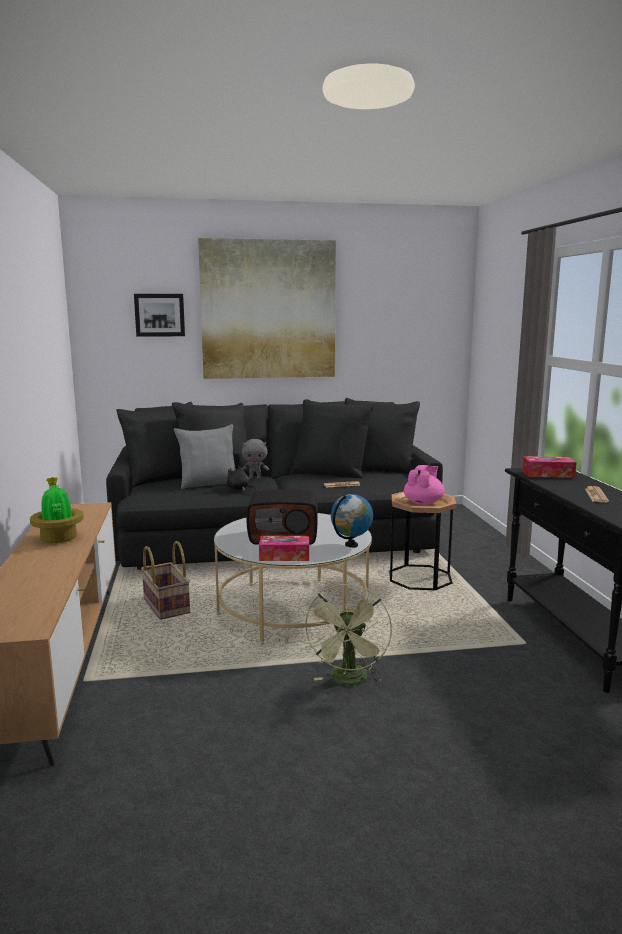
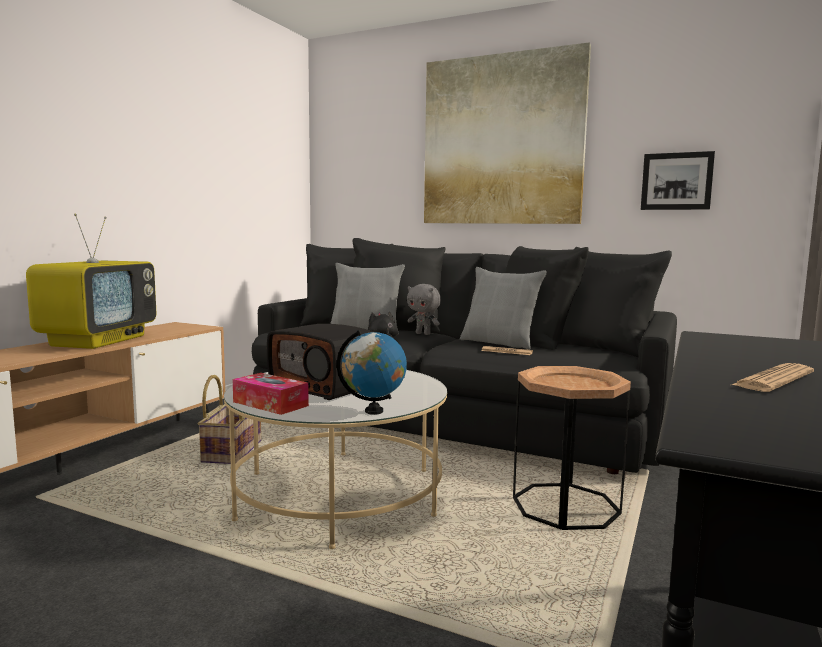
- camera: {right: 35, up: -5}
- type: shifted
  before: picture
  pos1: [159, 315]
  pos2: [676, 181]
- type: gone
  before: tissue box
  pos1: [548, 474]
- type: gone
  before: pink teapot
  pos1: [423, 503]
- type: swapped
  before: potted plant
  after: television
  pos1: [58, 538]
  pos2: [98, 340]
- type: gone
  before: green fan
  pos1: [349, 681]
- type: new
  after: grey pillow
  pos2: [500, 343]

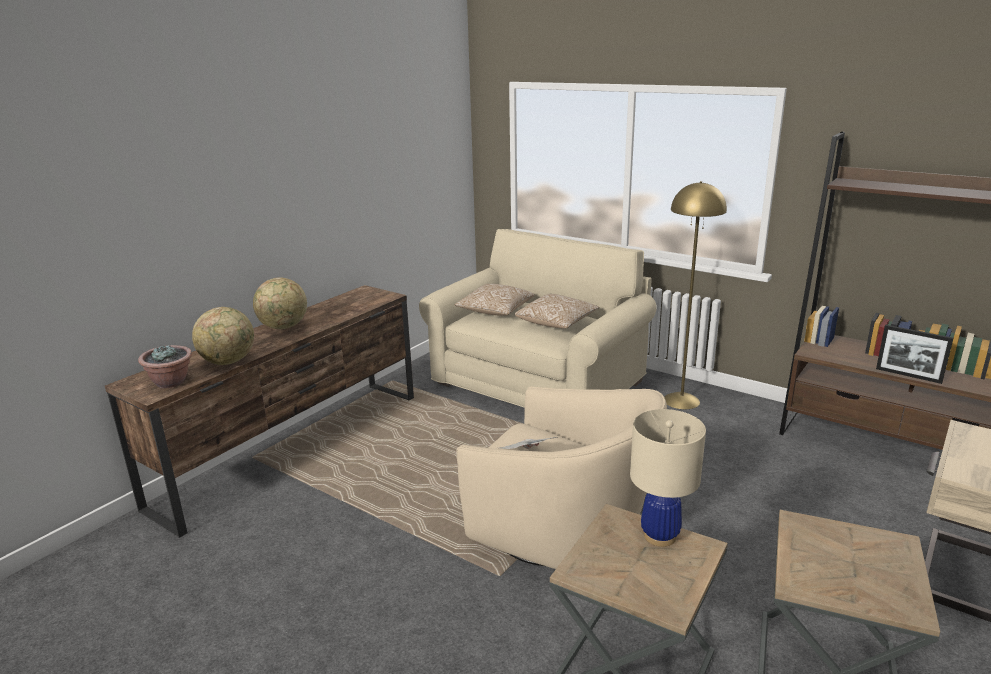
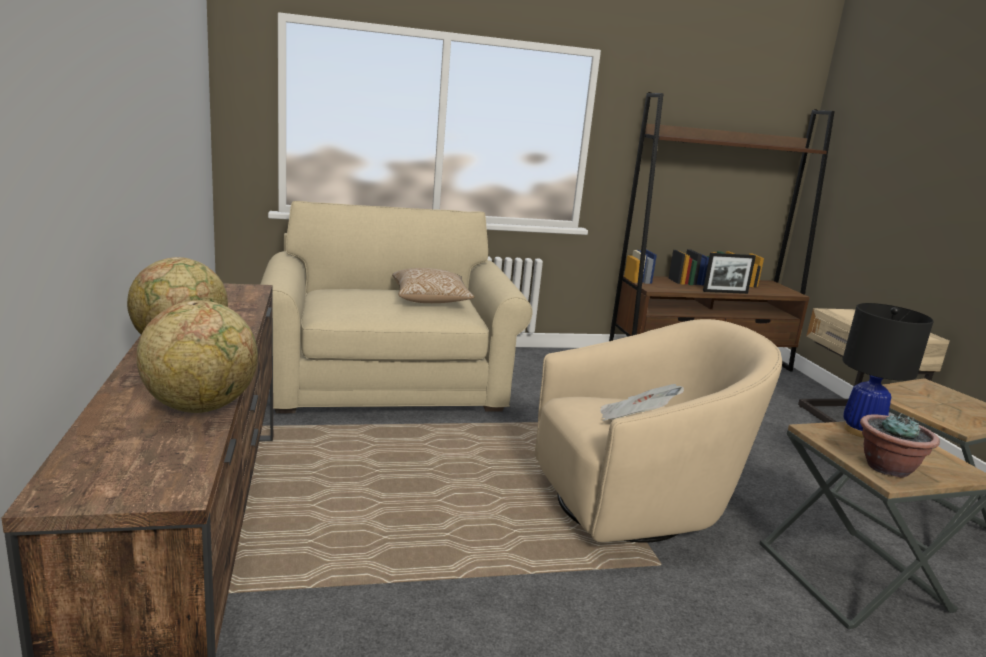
- camera: {right: -50, up: -5}
- type: gone
  before: yellow floor lamp
  pos1: [681, 400]
- type: gone
  before: pillow
  pos1: [495, 311]
- type: shifted
  before: potted plant
  pos1: [171, 382]
  pos2: [887, 468]
- type: repainted
  before: beige table lamp
  after: black table lamp
  pos1: [660, 536]
  pos2: [861, 431]

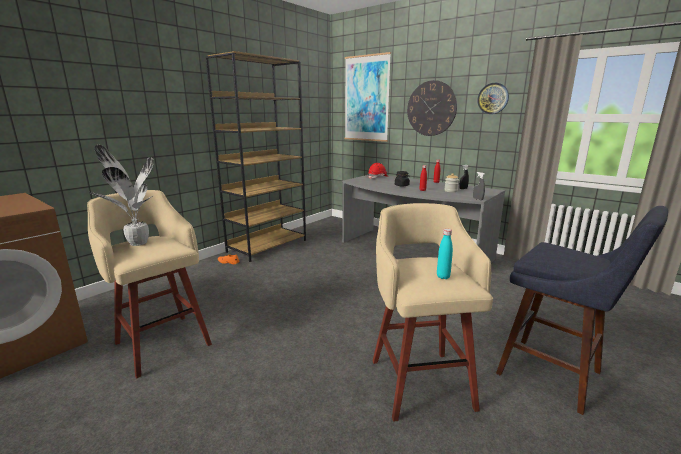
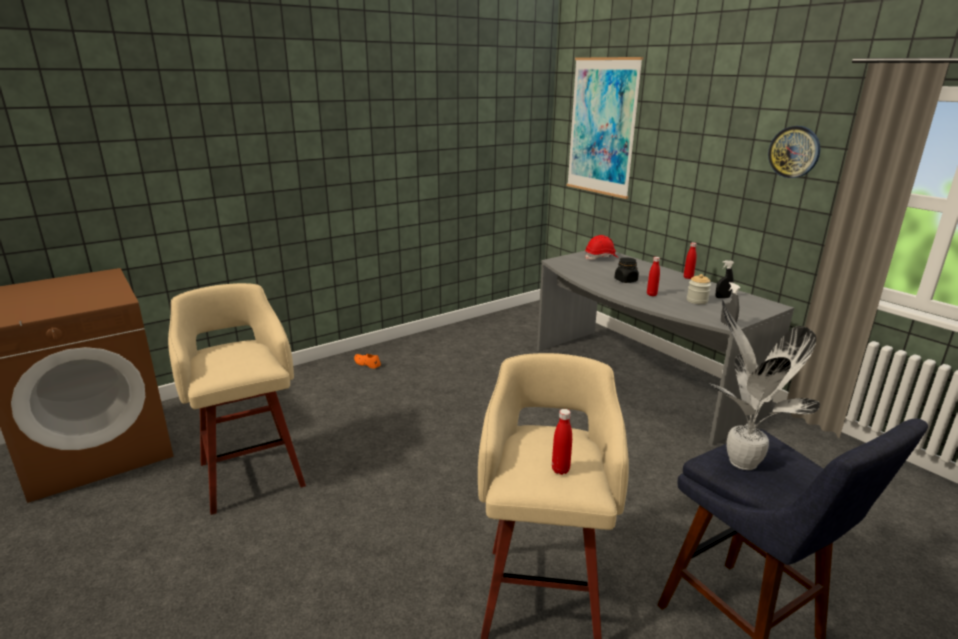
- camera: {right: 15, up: 5}
- type: gone
  before: brown bookcase
  pos1: [267, 246]
- type: gone
  before: wall clock
  pos1: [431, 108]
- type: shifted
  before: potted plant
  pos1: [137, 243]
  pos2: [739, 461]
- type: repainted
  before: turquoise bottle
  after: red bottle
  pos1: [443, 277]
  pos2: [560, 470]

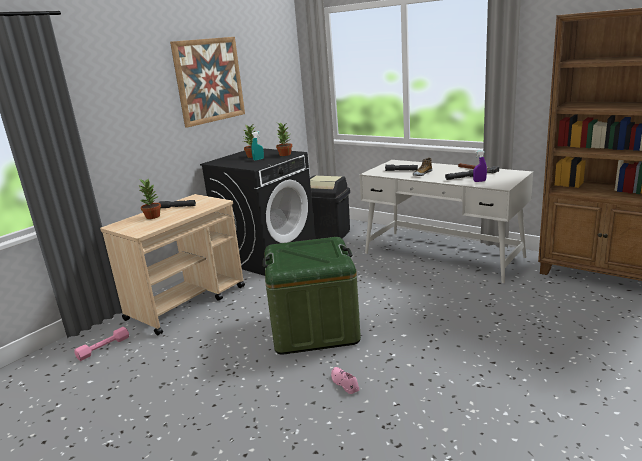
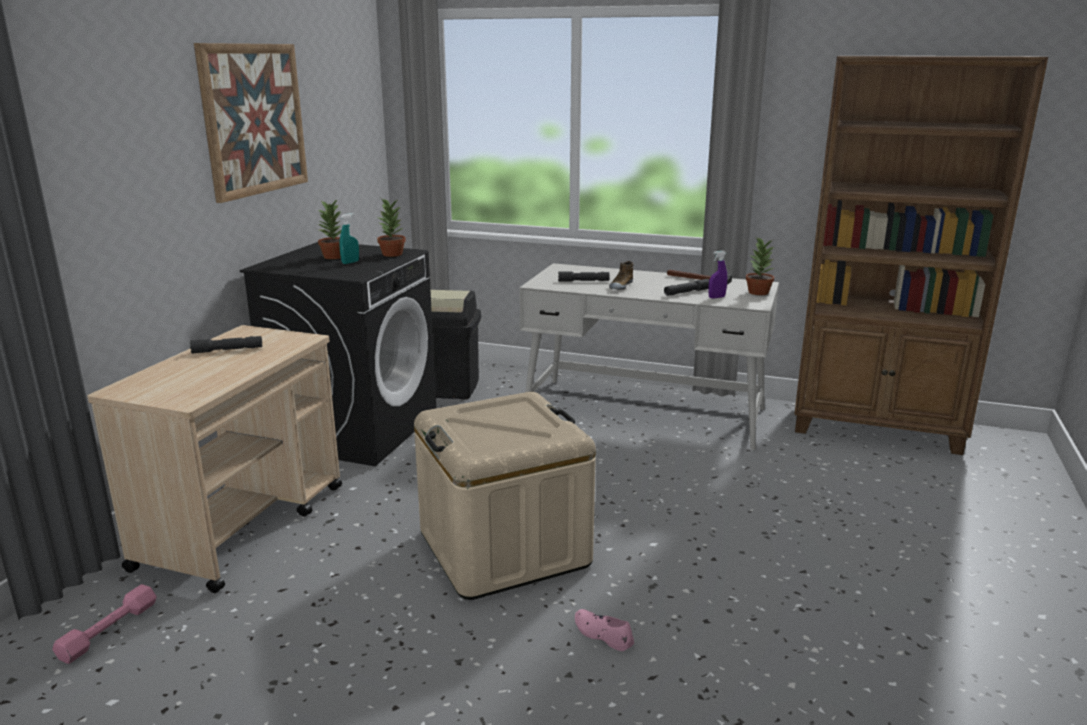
- camera: {right: -20, up: 0}
- type: shifted
  before: potted plant
  pos1: [152, 216]
  pos2: [757, 292]
- type: repainted
  before: green storage box
  after: beige storage box
  pos1: [314, 328]
  pos2: [504, 548]

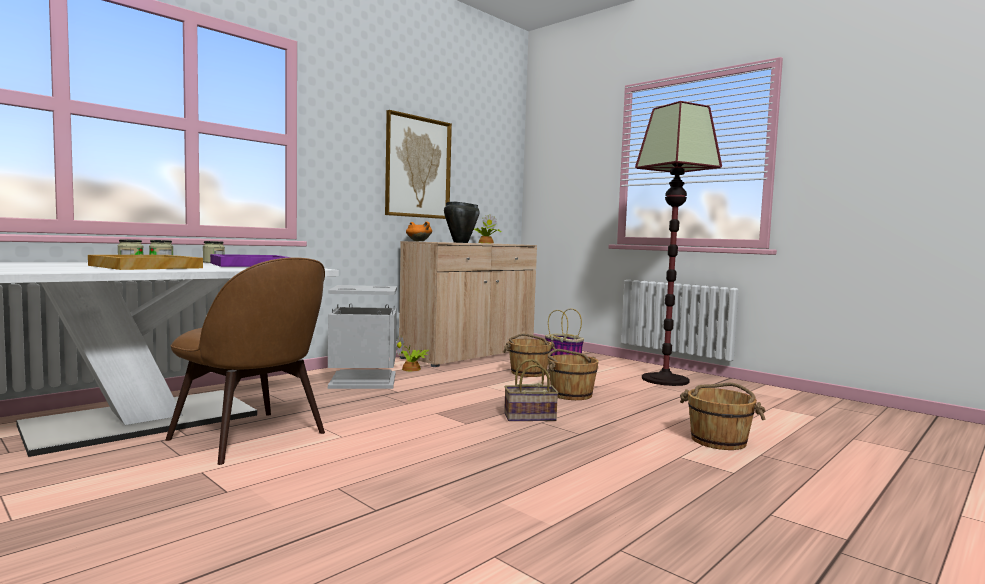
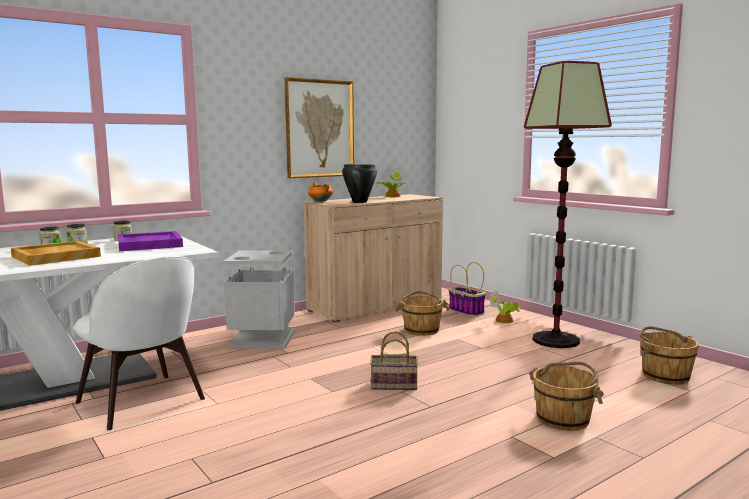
- camera: {right: 10, up: 5}
- type: repainted
  before: brown chair
  after: white chair
  pos1: [251, 437]
  pos2: [143, 402]
- type: shifted
  before: potted plant
  pos1: [412, 369]
  pos2: [505, 320]
- type: shifted
  before: brown bucket
  pos1: [570, 394]
  pos2: [665, 375]

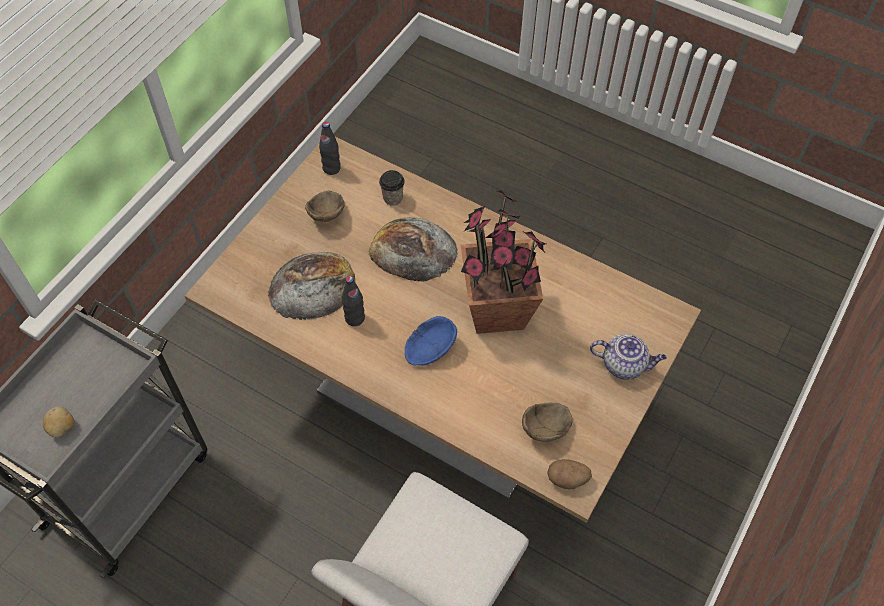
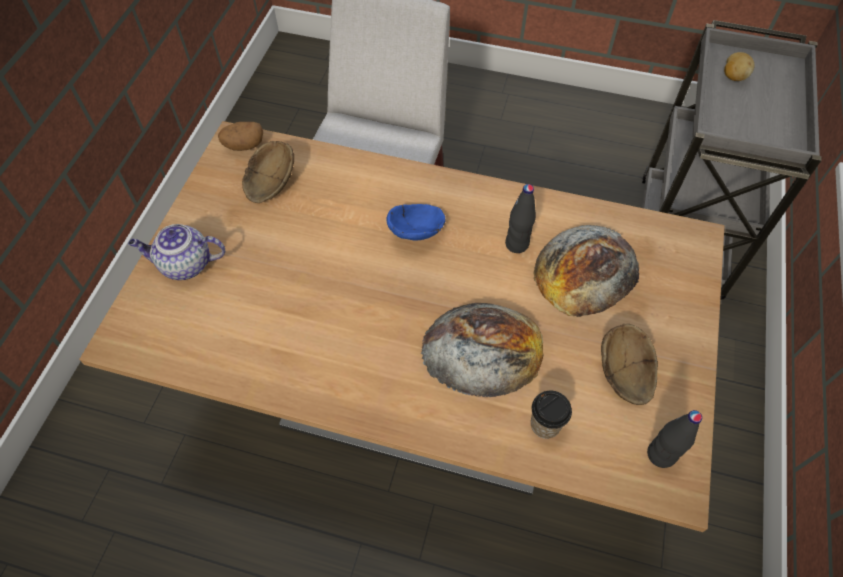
- camera: {right: 165, up: 0}
- type: gone
  before: potted plant
  pos1: [497, 312]

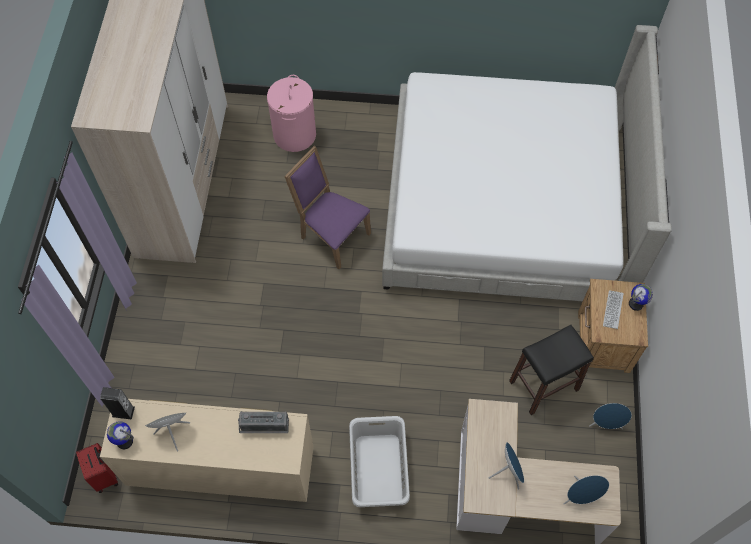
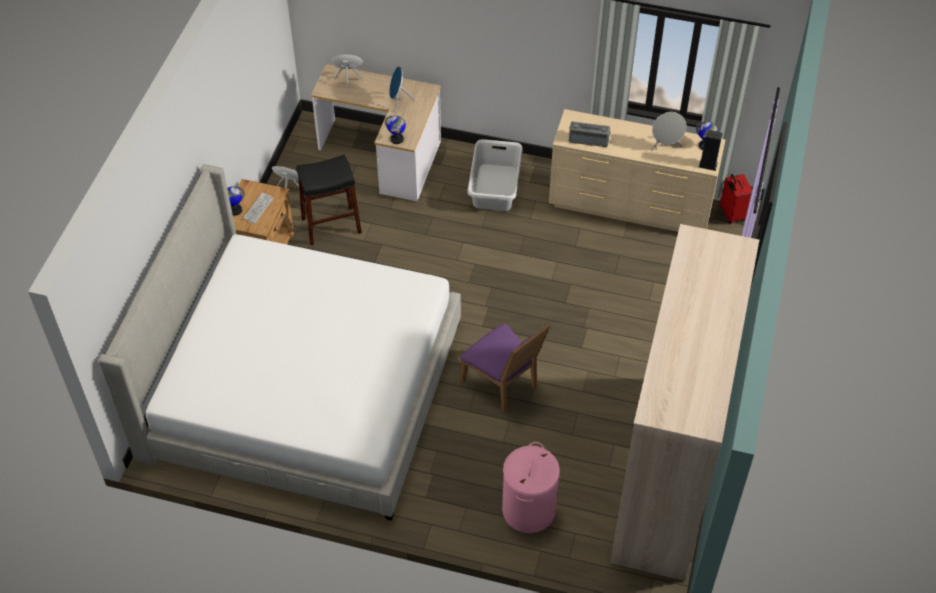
- camera: {right: -170, up: -10}
- type: new
  after: globe
  pos2: [397, 139]

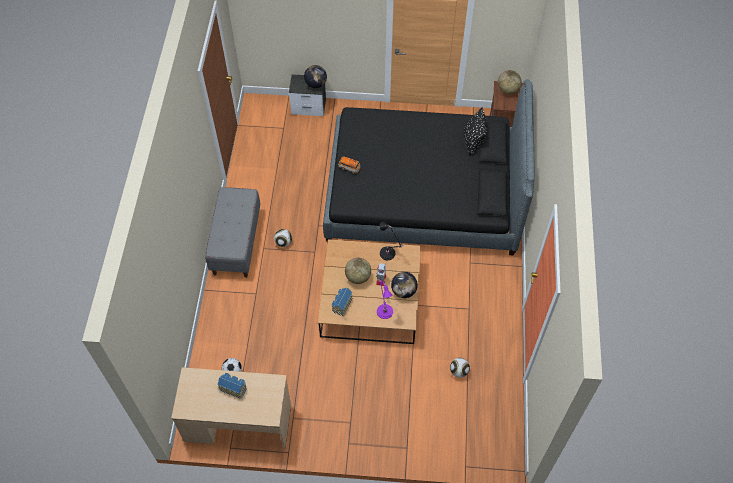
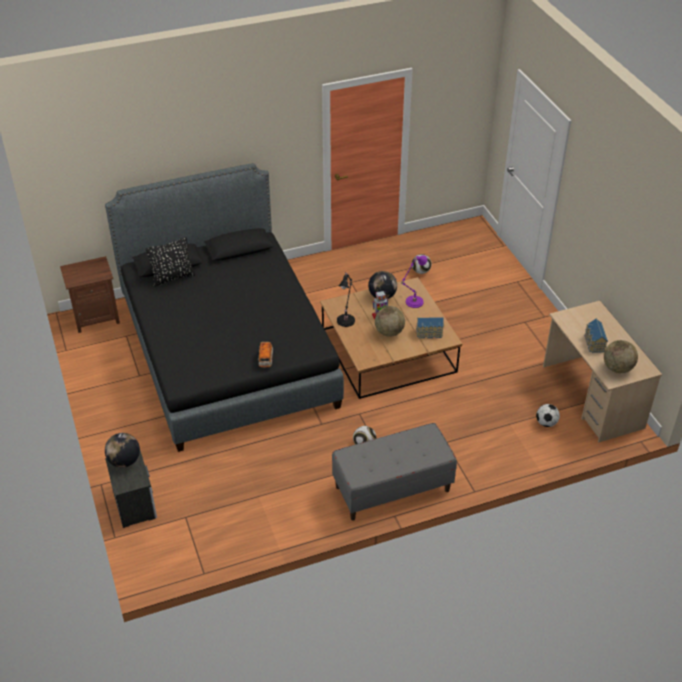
- camera: {right: -115, up: -15}
- type: shifted
  before: globe
  pos1: [507, 90]
  pos2: [617, 368]

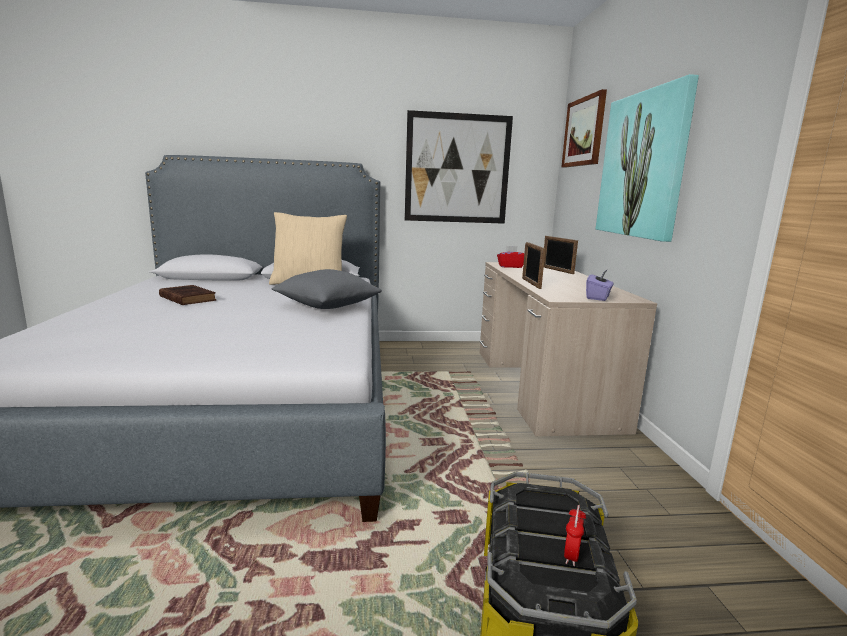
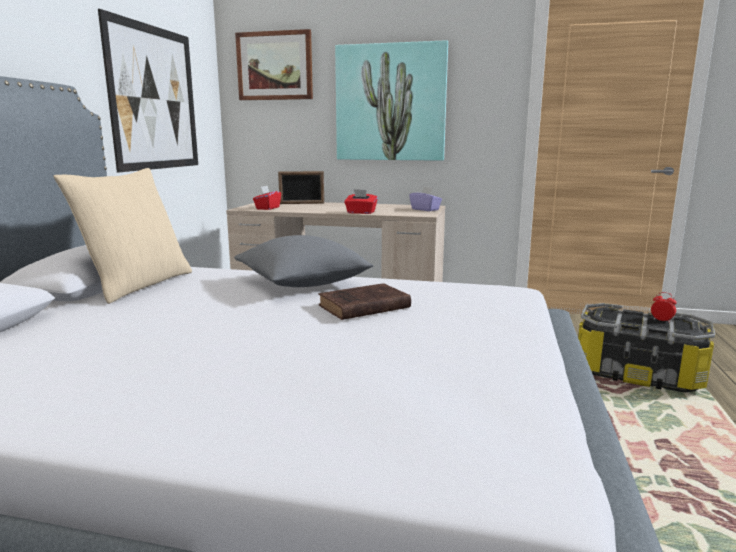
- camera: {right: -70, up: 0}
- type: swapped
  before: picture frame
  after: red tissue box
  pos1: [531, 283]
  pos2: [361, 212]
- type: shifted
  before: brown book
  pos1: [187, 298]
  pos2: [362, 307]

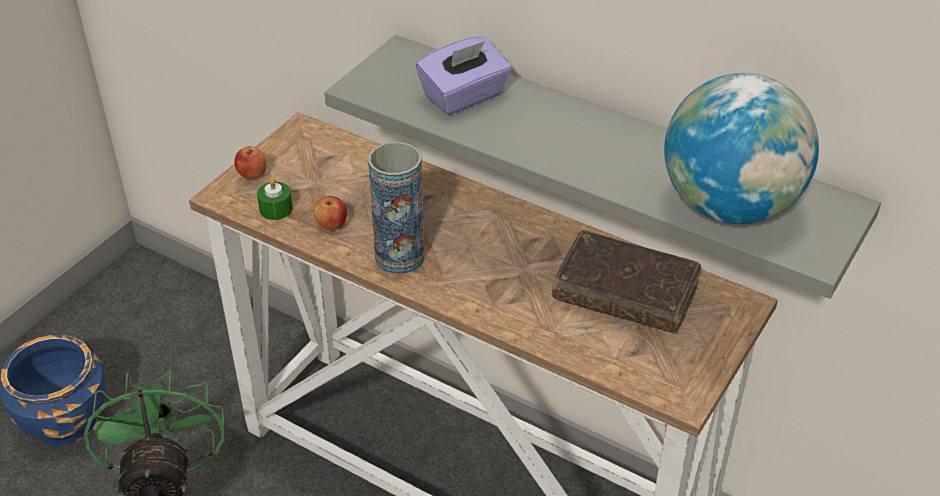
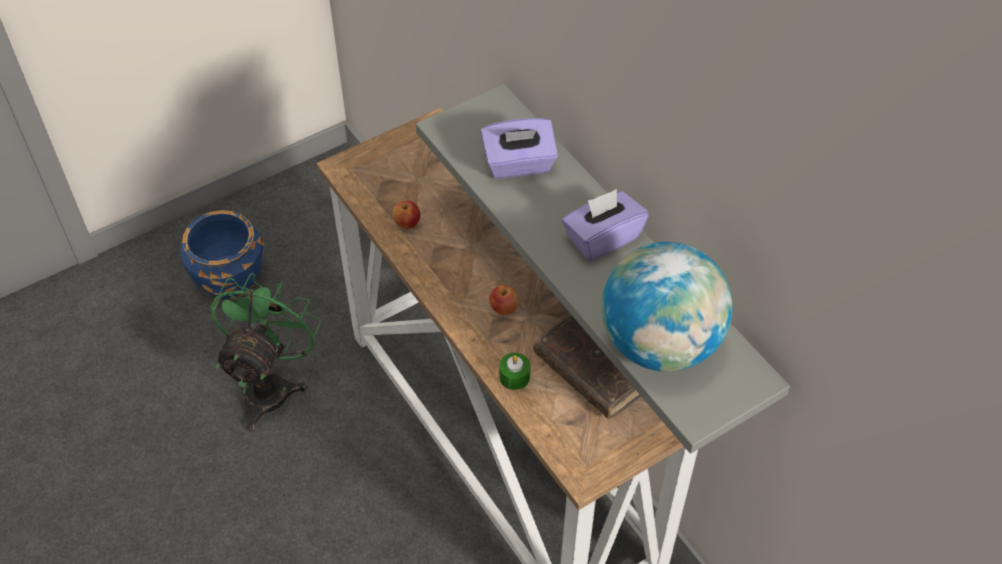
- camera: {right: 25, up: 10}
- type: gone
  before: vase
  pos1: [400, 256]
- type: shifted
  before: apple
  pos1: [252, 175]
  pos2: [503, 309]
- type: shifted
  before: green candle
  pos1: [276, 209]
  pos2: [514, 377]
- type: new
  after: purple tissue box
  pos2: [602, 238]

